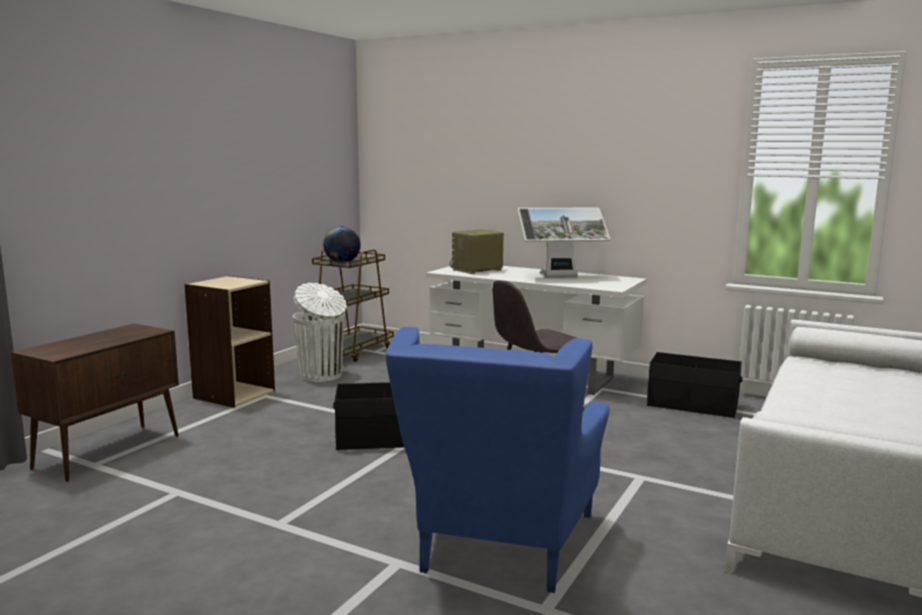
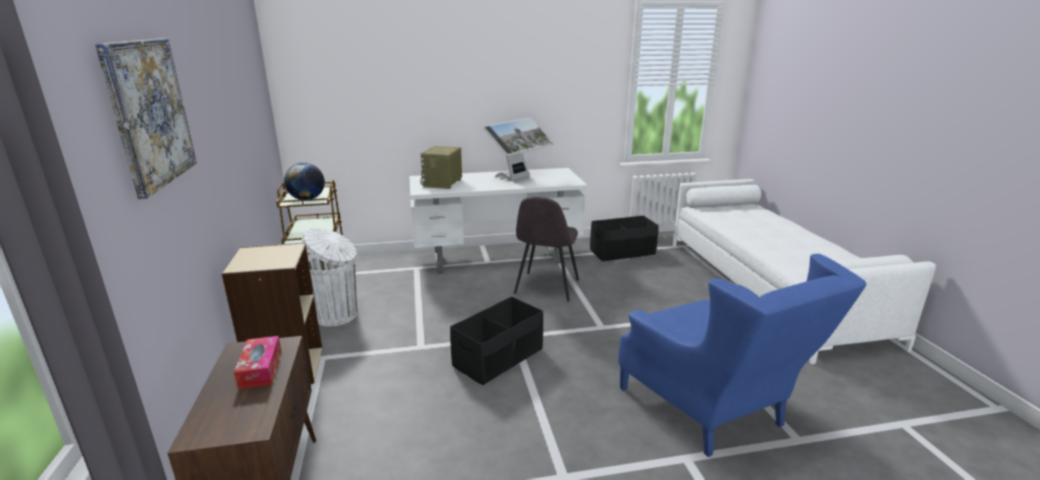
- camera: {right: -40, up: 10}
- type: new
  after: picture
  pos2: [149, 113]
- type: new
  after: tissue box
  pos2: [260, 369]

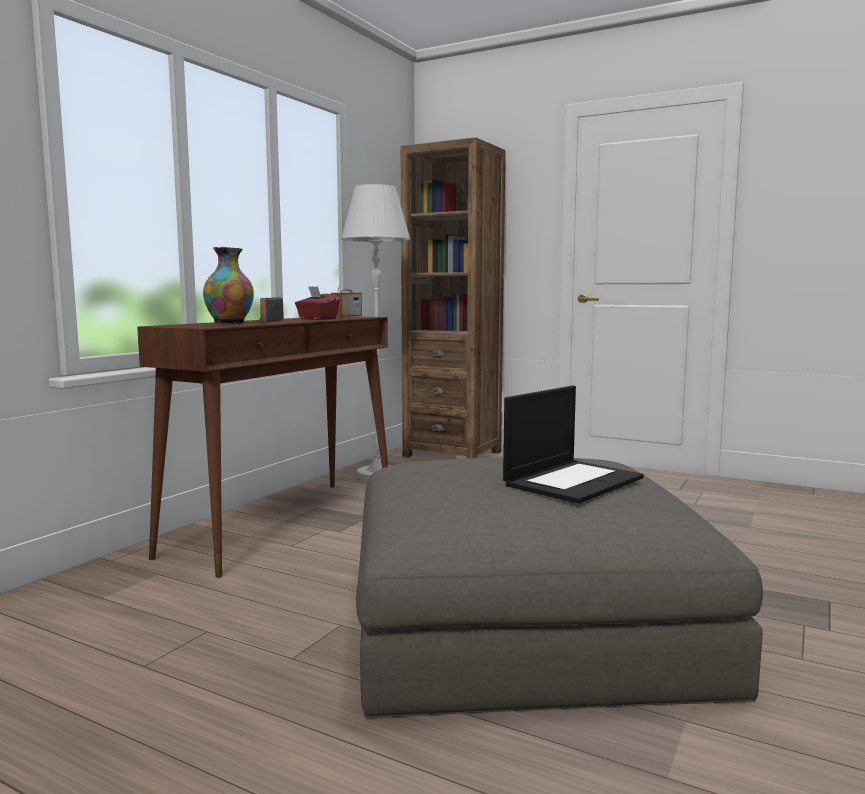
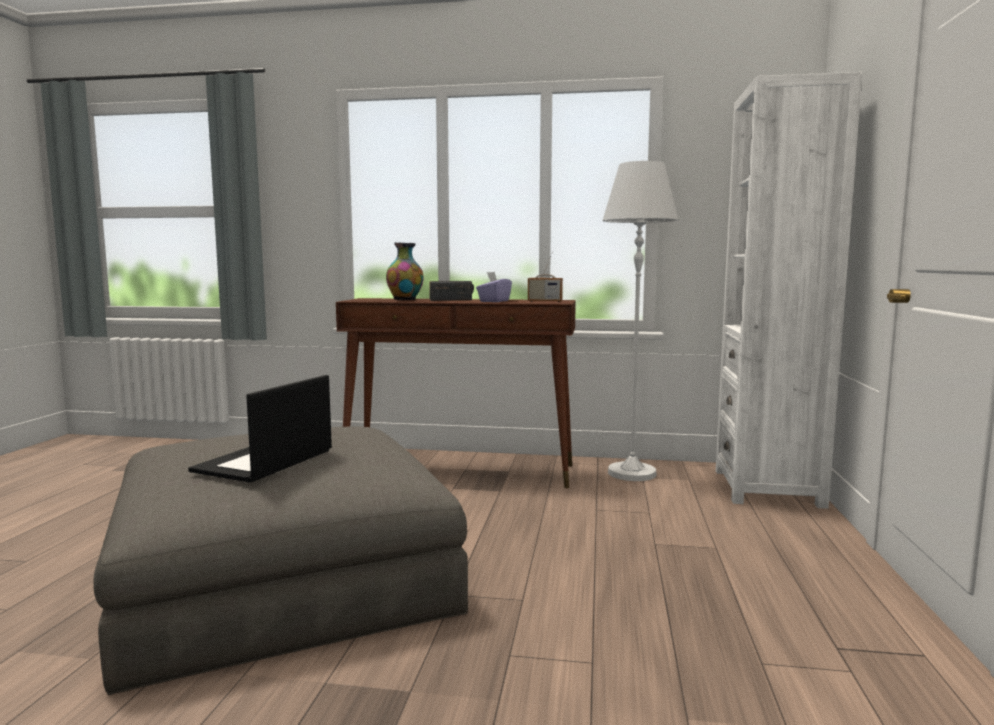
- camera: {right: 70, up: 0}
- type: repainted
  before: brown bookcase
  after: white bookcase
  pos1: [452, 454]
  pos2: [767, 488]
- type: repainted
  before: red tissue box
  after: purple tissue box
  pos1: [317, 319]
  pos2: [494, 301]
- type: rotated
  before: laptop
  pos1: [573, 481]
  pos2: [264, 462]
  turn: 90

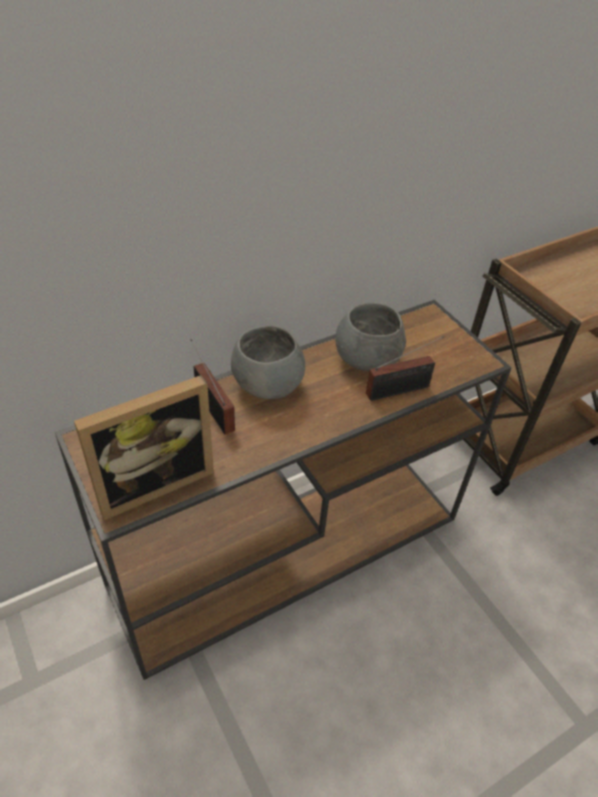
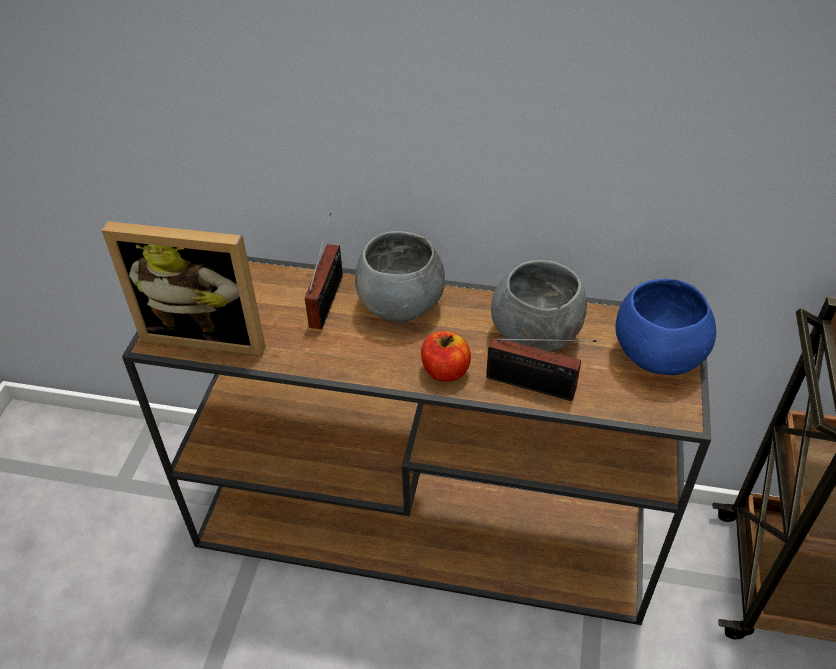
- camera: {right: 45, up: 0}
- type: new
  after: blue bowl
  pos2: [658, 354]
- type: new
  after: apple
  pos2: [445, 371]

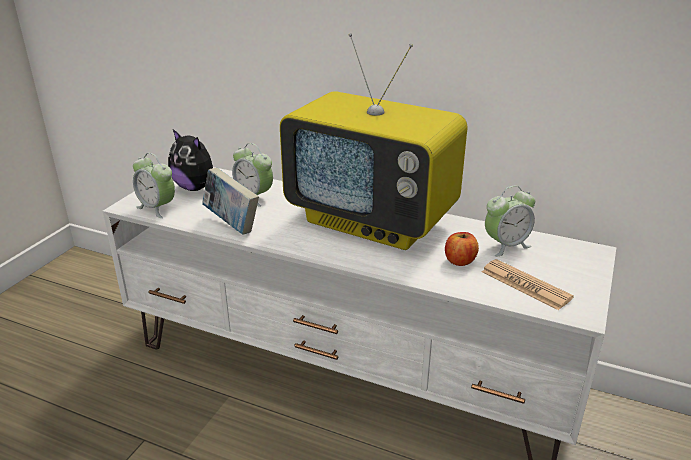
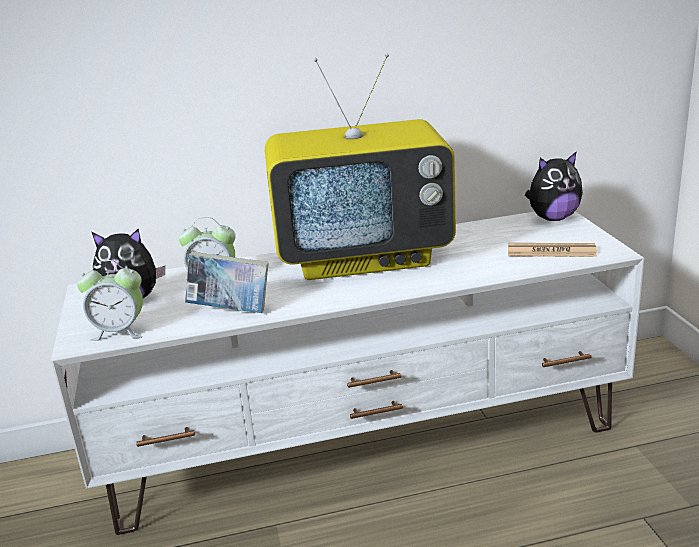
- camera: {right: -35, up: -5}
- type: gone
  before: alarm clock
  pos1: [506, 245]
- type: gone
  before: apple
  pos1: [459, 261]
- type: new
  after: plush toy
  pos2: [552, 218]

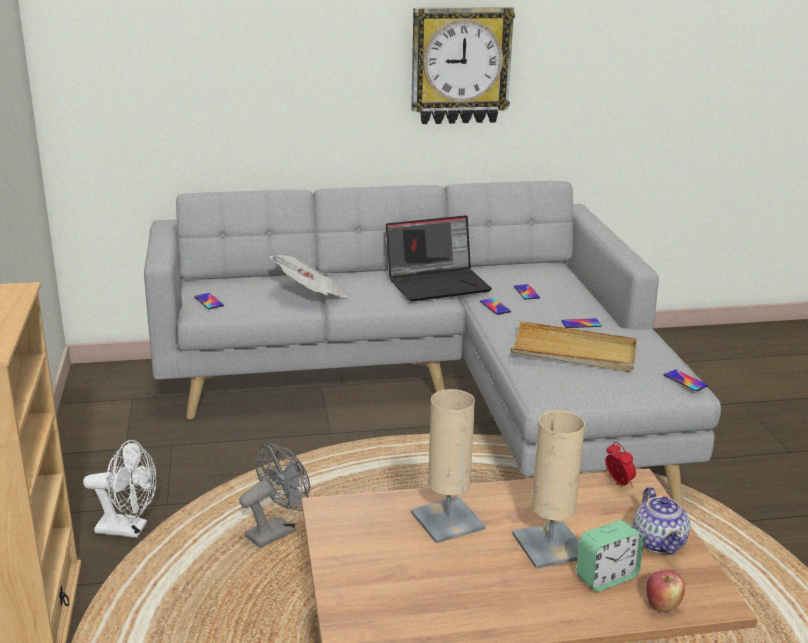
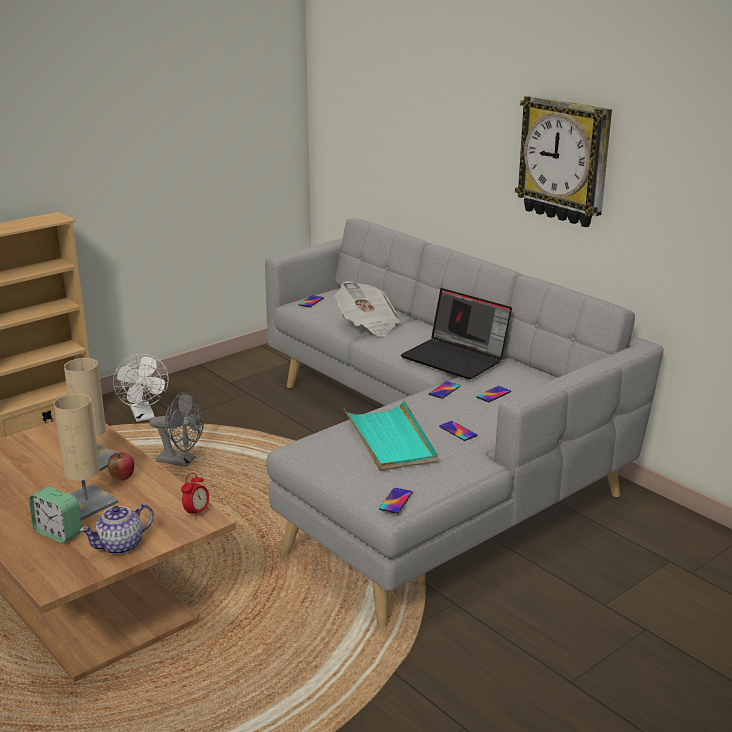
- camera: {right: 60, up: 0}
- type: repainted
  before: beige tray
  after: turquoise tray
  pos1: [574, 352]
  pos2: [390, 440]
- type: shifted
  before: apple
  pos1: [662, 606]
  pos2: [122, 477]

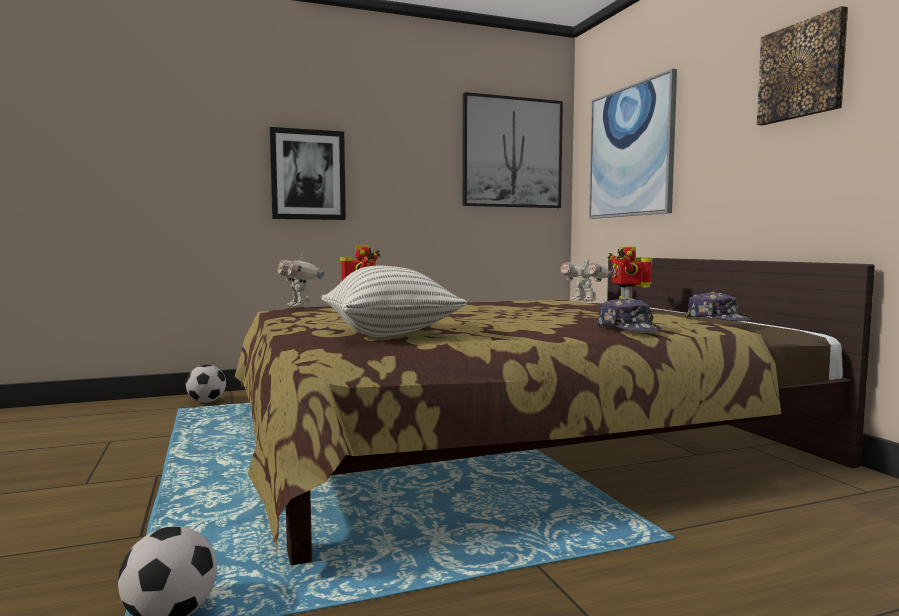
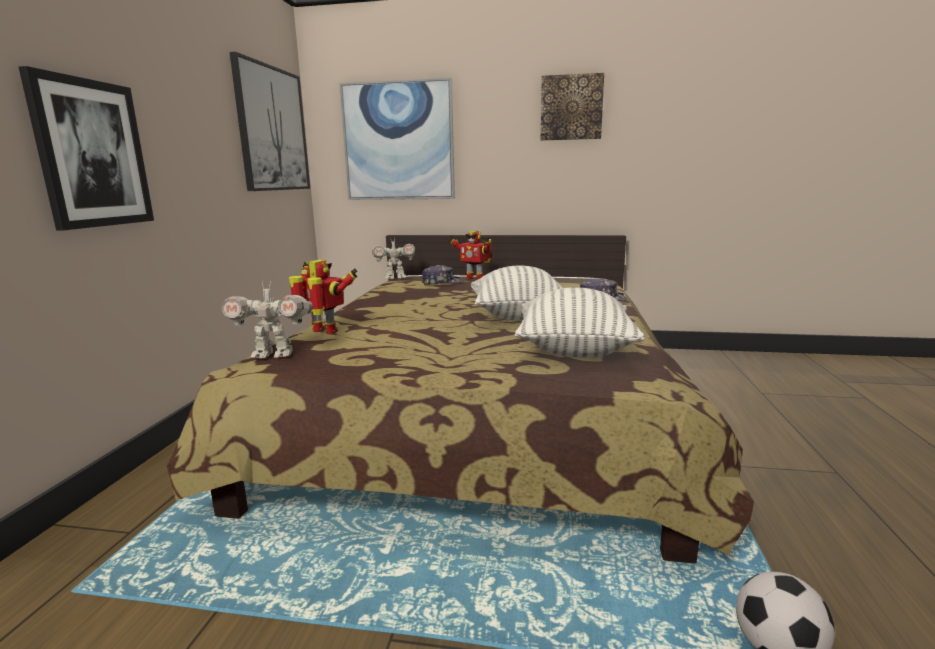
- camera: {right: -60, up: 10}
- type: shifted
  before: cap
  pos1: [717, 319]
  pos2: [441, 283]
- type: gone
  before: football
  pos1: [207, 402]
- type: new
  after: pillow
  pos2: [518, 316]

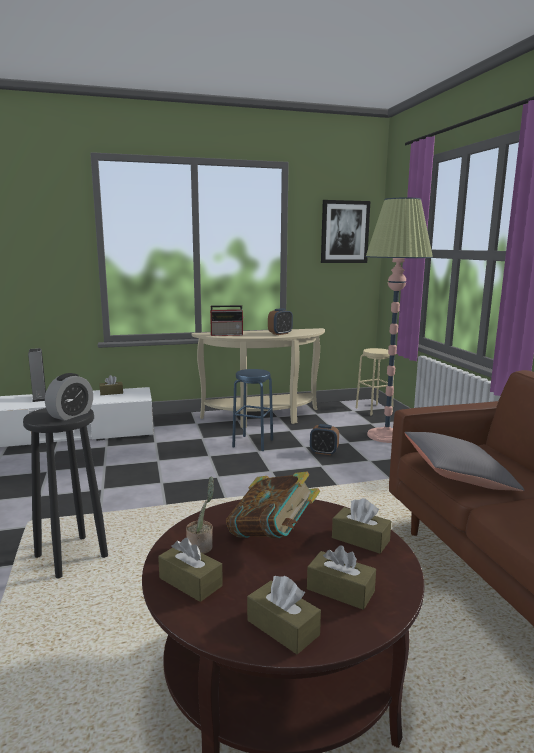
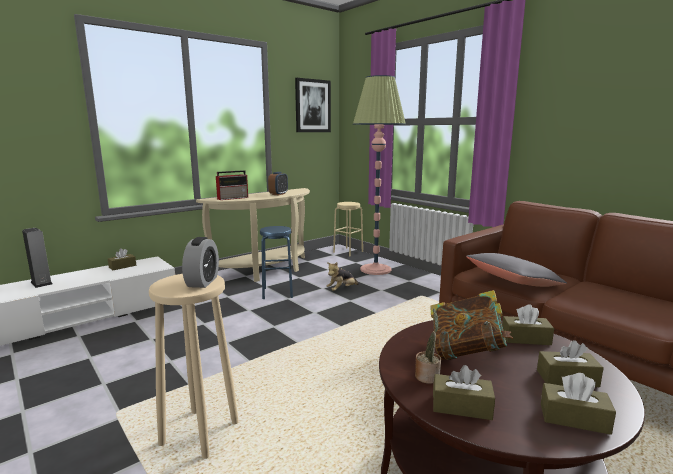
- camera: {right: -25, up: 0}
- type: repainted
  before: black stool
  after: beige stool
  pos1: [72, 556]
  pos2: [200, 433]
- type: swapped
  before: alarm clock
  after: plush toy
  pos1: [323, 452]
  pos2: [342, 290]

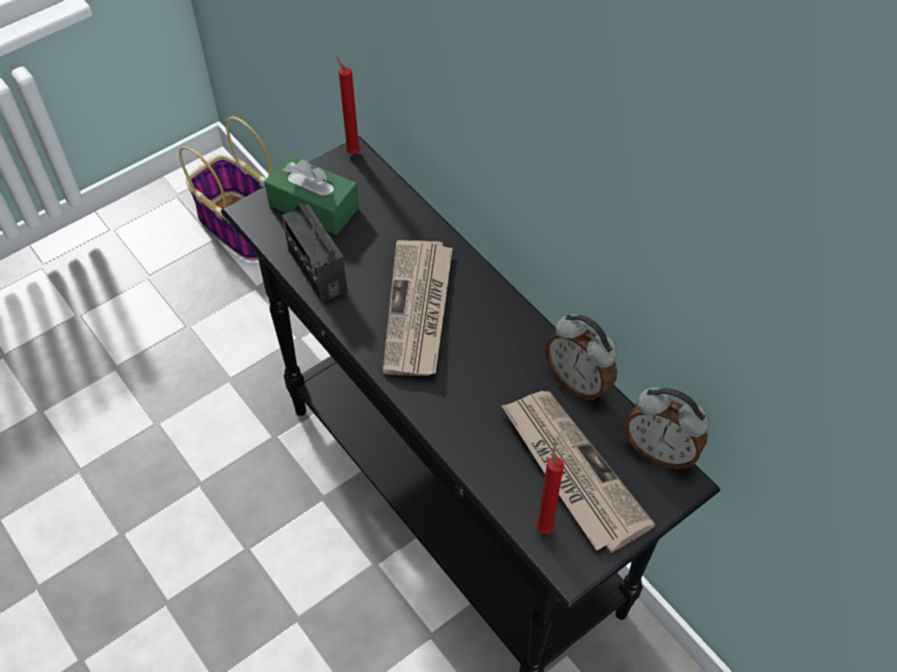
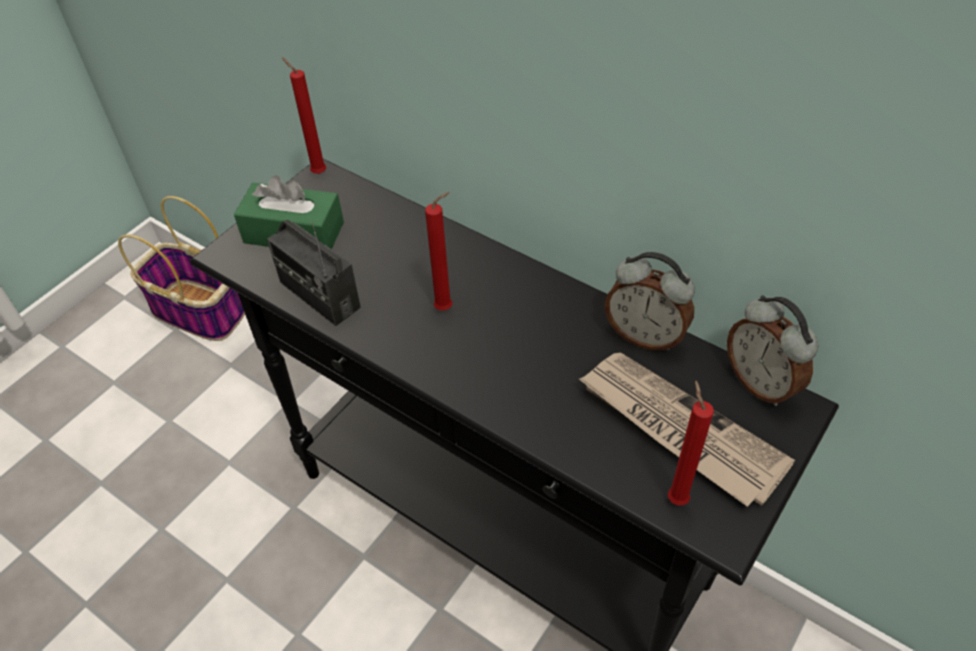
- camera: {right: -15, up: -5}
- type: swapped
  before: newspaper
  after: red candle
  pos1: [419, 311]
  pos2: [446, 308]
- type: rotated
  before: alarm clock
  pos1: [660, 450]
  pos2: [761, 382]
  turn: 45

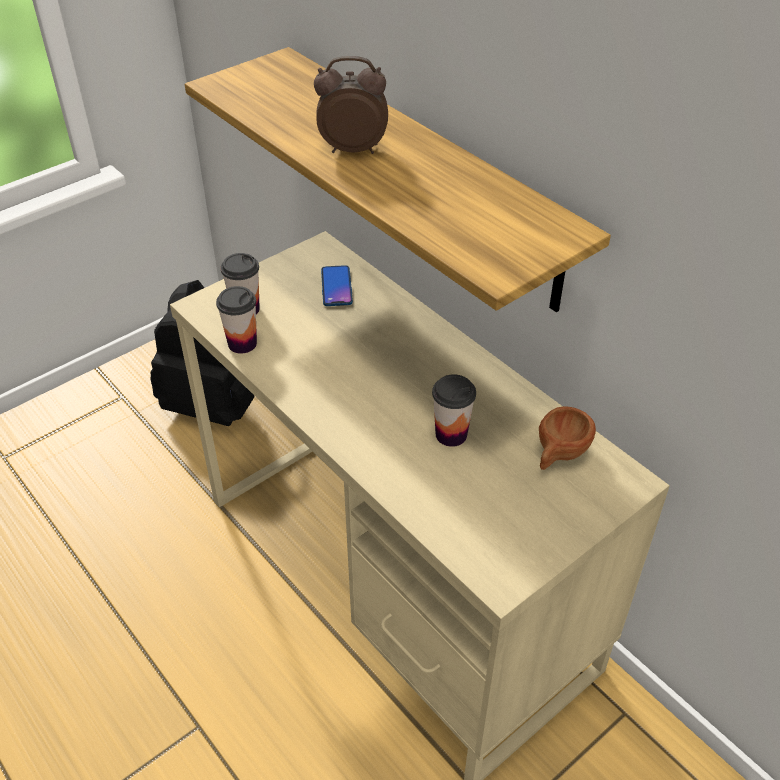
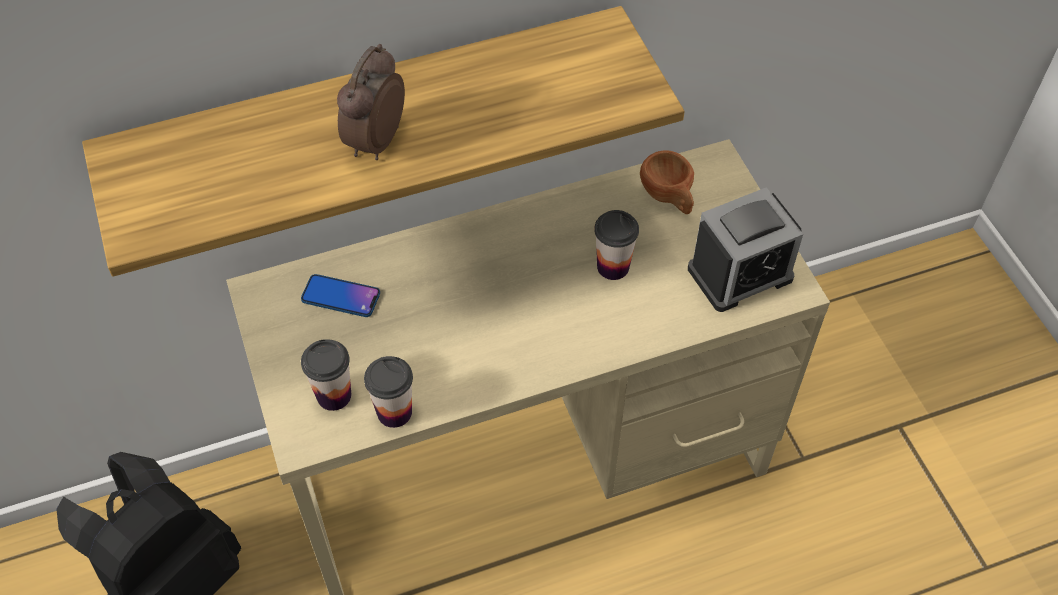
- camera: {right: -70, up: 10}
- type: new
  after: alarm clock
  pos2: [740, 273]

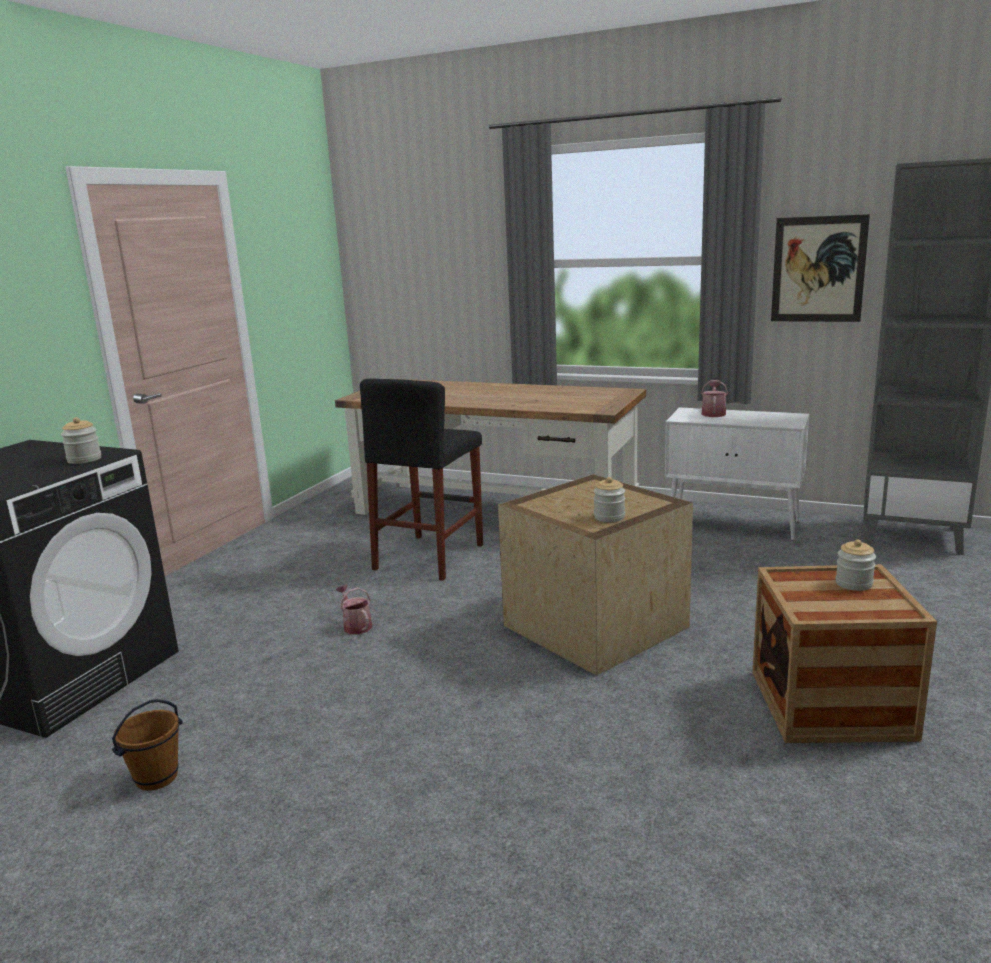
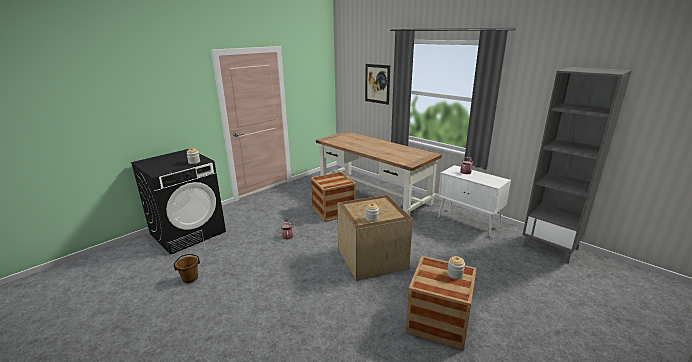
- camera: {right: 20, up: 5}
- type: shifted
  before: picture
  pos1: [818, 269]
  pos2: [377, 84]
- type: swapped
  before: black stool
  after: crate
  pos1: [429, 557]
  pos2: [333, 211]

